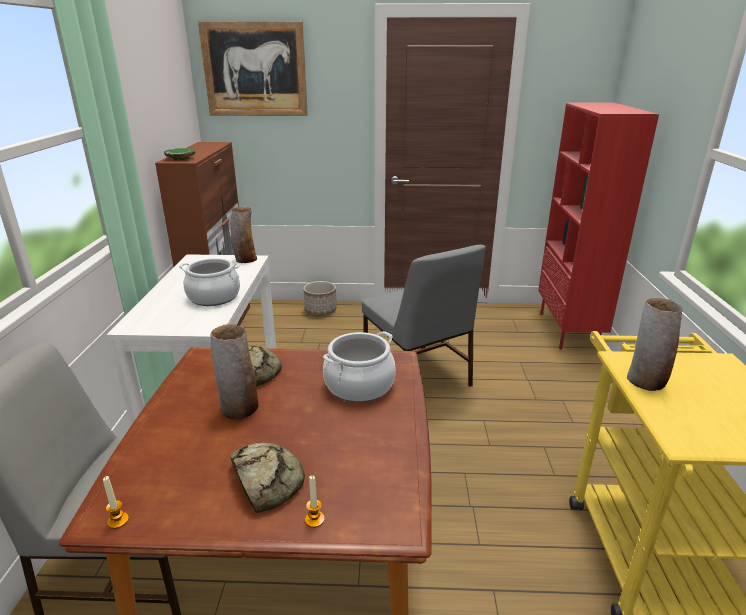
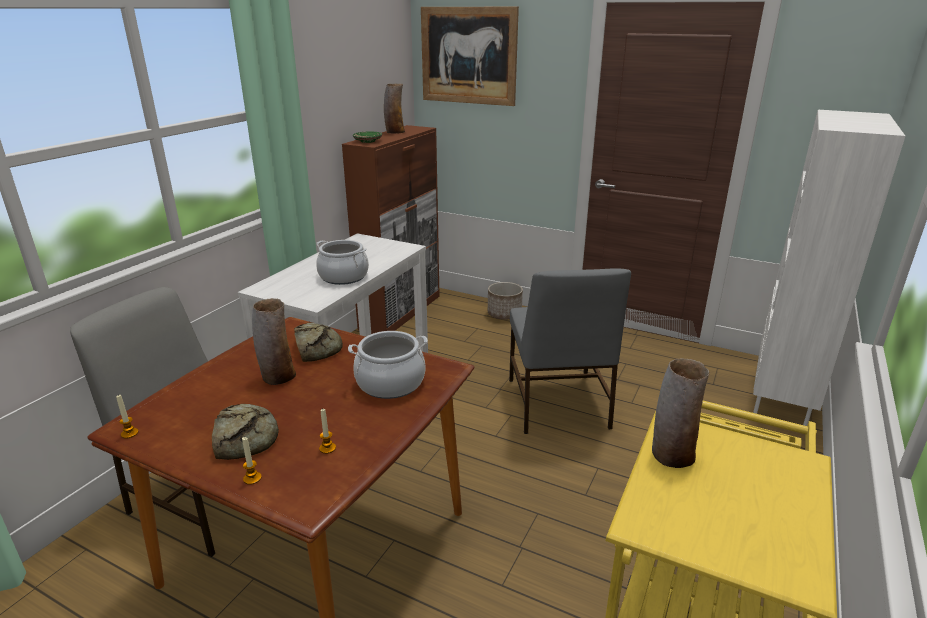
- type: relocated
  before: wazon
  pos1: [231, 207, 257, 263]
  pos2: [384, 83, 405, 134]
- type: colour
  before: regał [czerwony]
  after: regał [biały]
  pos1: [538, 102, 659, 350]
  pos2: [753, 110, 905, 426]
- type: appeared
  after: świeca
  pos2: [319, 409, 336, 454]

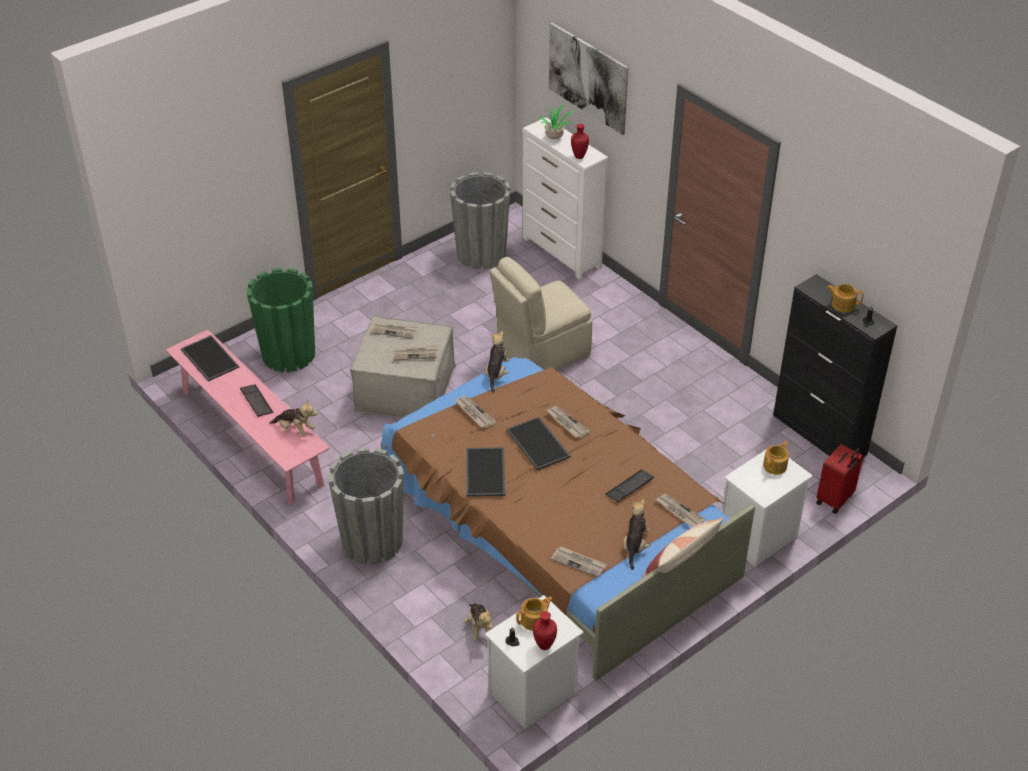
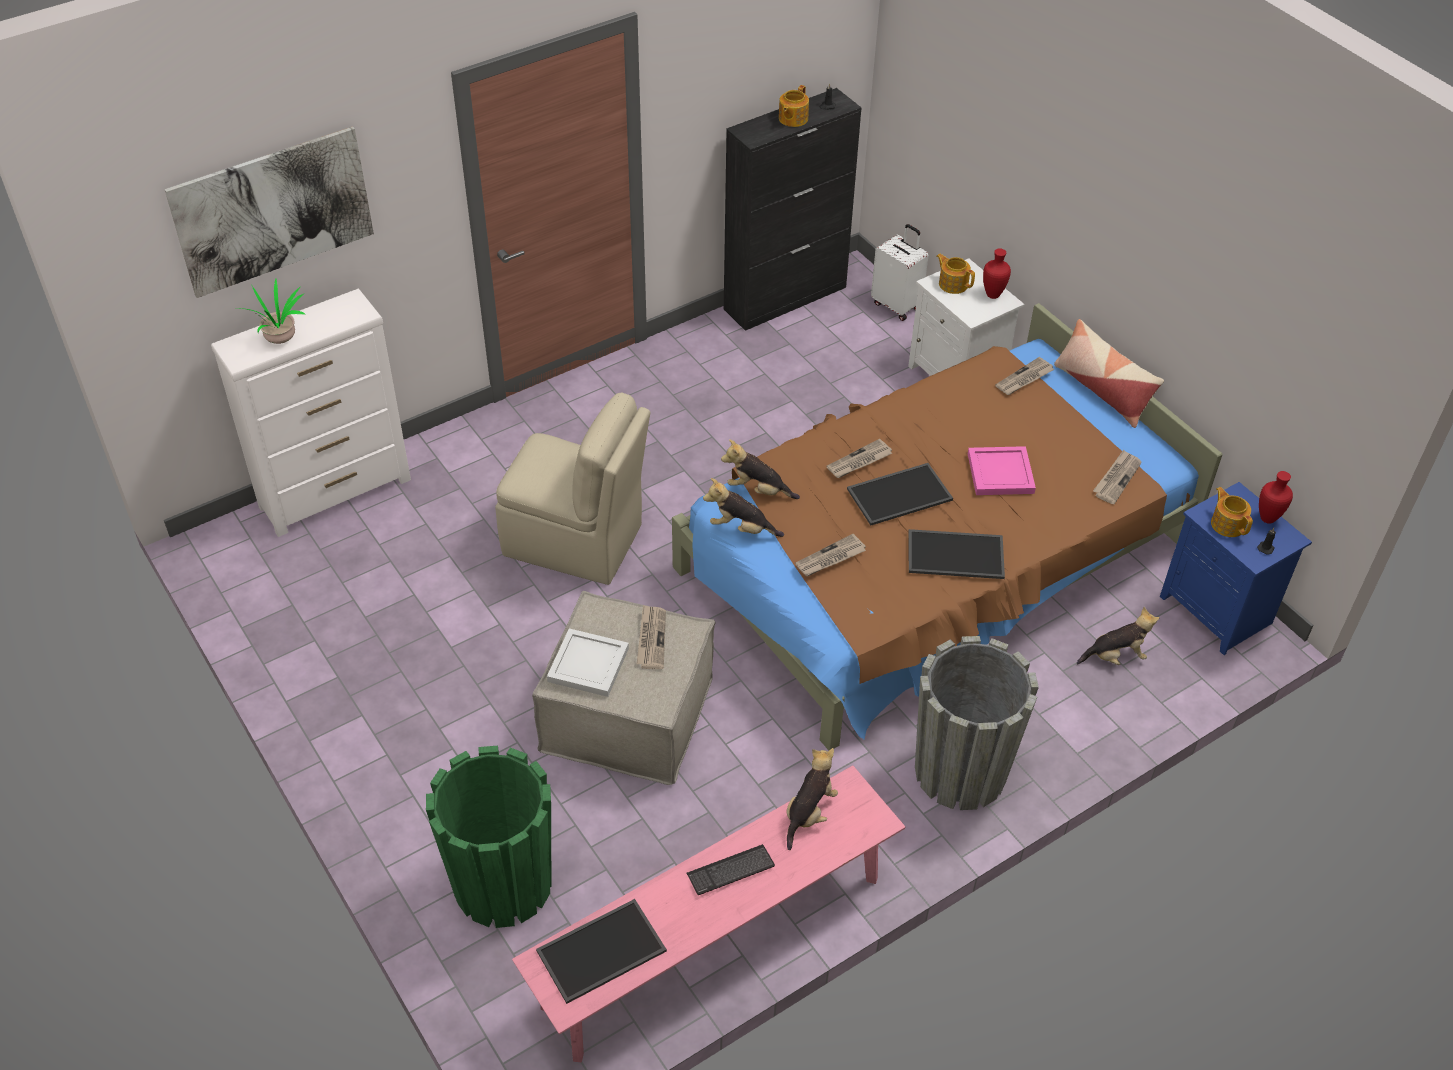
- type: exchanged
  before: gazeta
  after: taca [biały]
  pos1: [370, 322, 417, 338]
  pos2: [547, 628, 629, 697]
- type: missing
  before: donica [szary]
  pos1: [450, 172, 511, 270]
- type: colour
  before: szafka nocna [biały]
  after: szafka nocna [niebieski]
  pos1: [485, 595, 584, 729]
  pos2: [1160, 482, 1312, 655]
- type: spun
  before: krzesło [beżowy]
  pos1: [490, 257, 592, 370]
  pos2: [495, 392, 650, 585]
  turn: -45
- type: relocated
  before: wazon [czerwony]
  pos1: [571, 124, 589, 159]
  pos2: [983, 248, 1011, 299]
- type: missing
  before: klawiatura
  pos1: [605, 469, 654, 502]
- type: relocated
  before: pluszak
  pos1: [623, 499, 650, 570]
  pos2: [721, 439, 800, 499]
- type: colour
  before: walizka [czerwony]
  after: walizka [biały]
  pos1: [816, 444, 864, 514]
  pos2: [871, 224, 929, 321]
- type: appeared
  after: taca [różowy]
  pos2: [968, 446, 1036, 495]

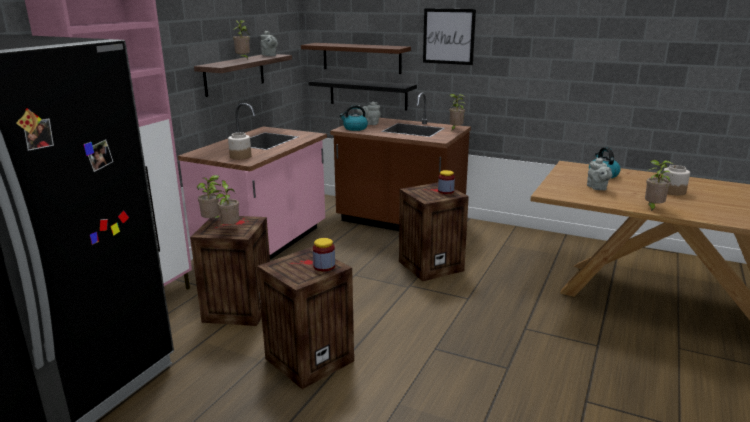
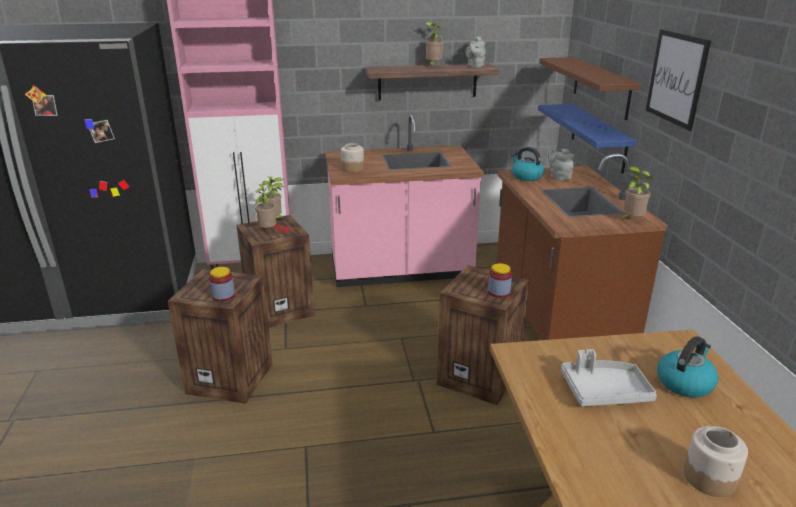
- type: colour
  before: półka [czarny]
  after: półka [niebieski]
  pos1: [308, 78, 417, 110]
  pos2: [538, 104, 637, 174]
- type: exchanged
  before: imbryk [szary]
  after: taca [szary]
  pos1: [587, 157, 612, 190]
  pos2: [561, 349, 657, 406]
- type: missing
  before: roślina doniczkowa
  pos1: [645, 160, 673, 212]

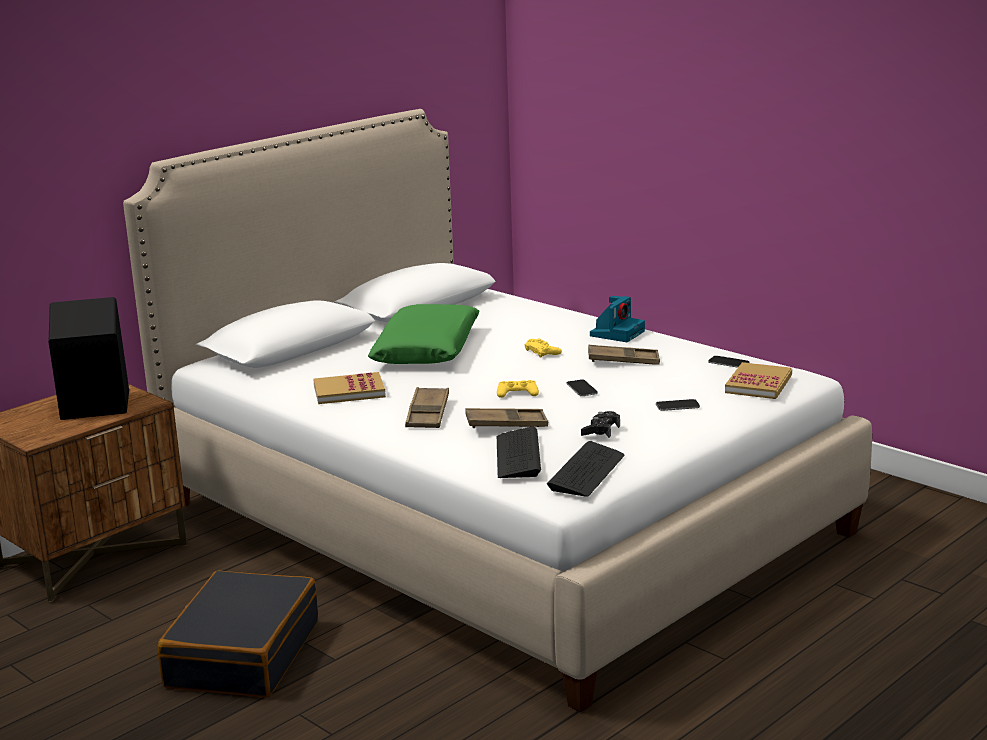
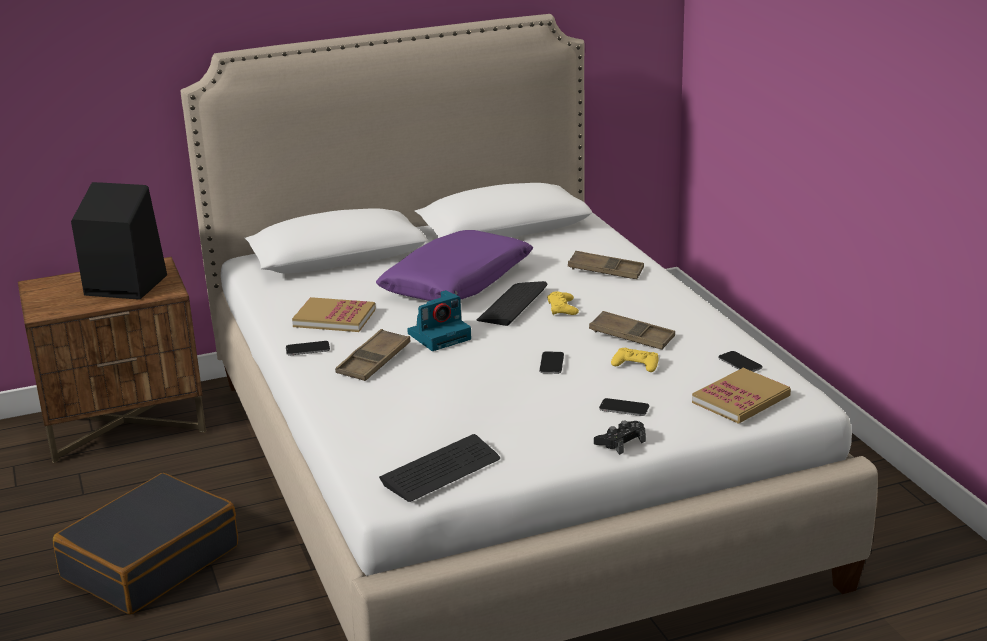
- type: colour
  before: poduszka [zielony]
  after: poduszka [fioletowy]
  pos1: [368, 304, 480, 364]
  pos2: [376, 230, 533, 301]
- type: relocated
  before: taca [brązowy]
  pos1: [465, 408, 548, 428]
  pos2: [568, 251, 644, 279]
- type: relocated
  before: pad do gier [żółty]
  pos1: [497, 380, 539, 398]
  pos2: [611, 348, 659, 372]
- type: relocated
  before: klawiatura
  pos1: [497, 426, 541, 478]
  pos2: [476, 281, 548, 326]
- type: relocated
  before: pad do gier [czarny]
  pos1: [581, 411, 620, 438]
  pos2: [594, 421, 646, 455]
- type: relocated
  before: aparat fotograficzny
  pos1: [590, 296, 645, 342]
  pos2: [407, 290, 471, 351]
- type: appeared
  after: telefon
  pos2: [286, 341, 330, 355]

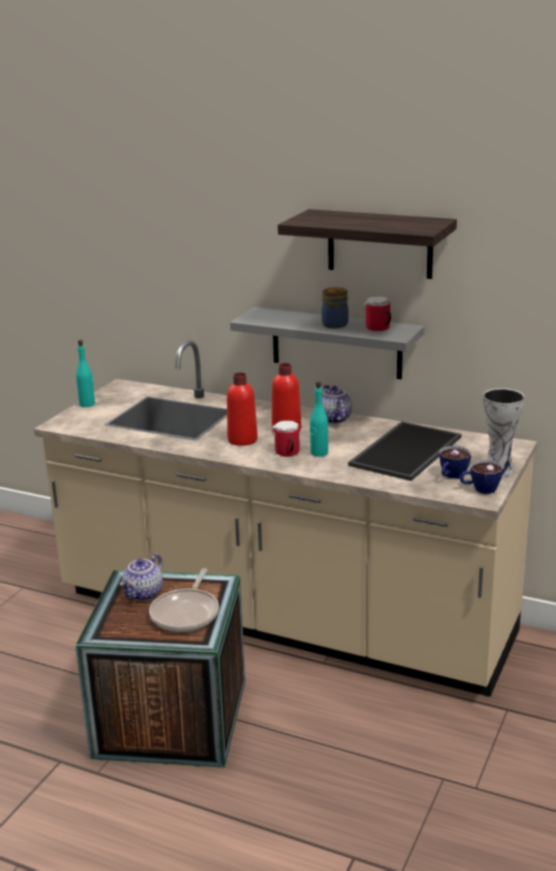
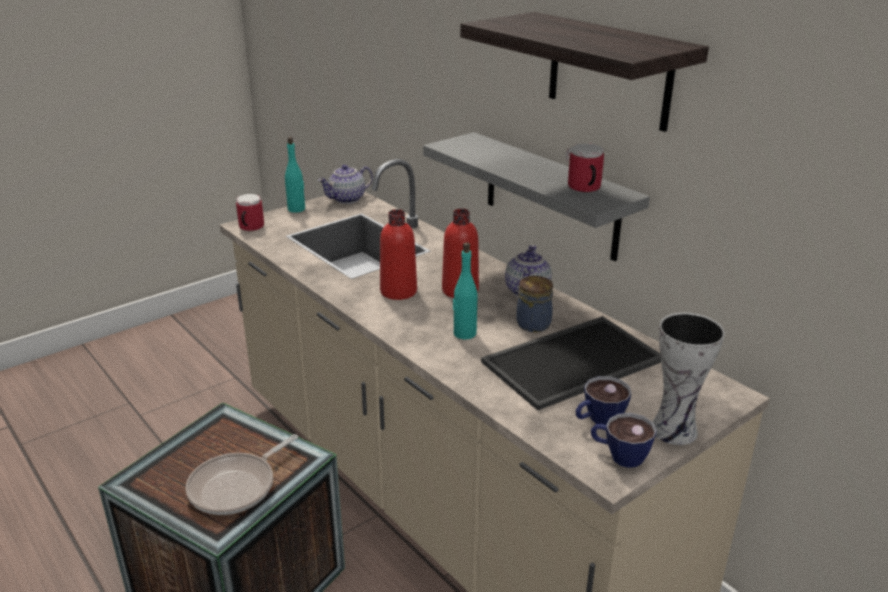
- type: relocated
  before: imbryk
  pos1: [120, 553, 163, 601]
  pos2: [318, 164, 373, 204]
- type: relocated
  before: kubek
  pos1: [271, 421, 299, 456]
  pos2: [236, 194, 264, 231]
- type: relocated
  before: słoik
  pos1: [322, 287, 349, 328]
  pos2: [516, 276, 553, 332]

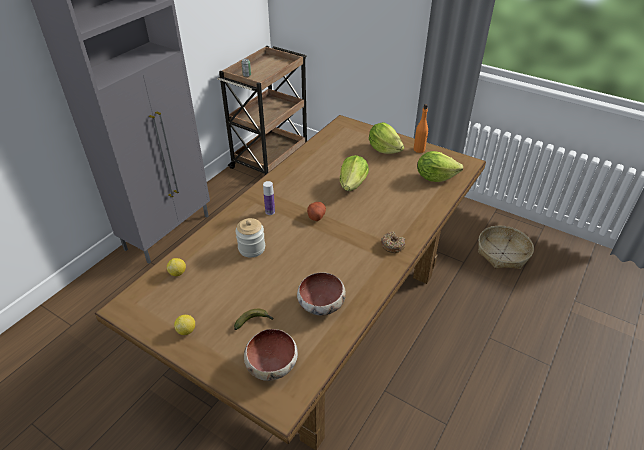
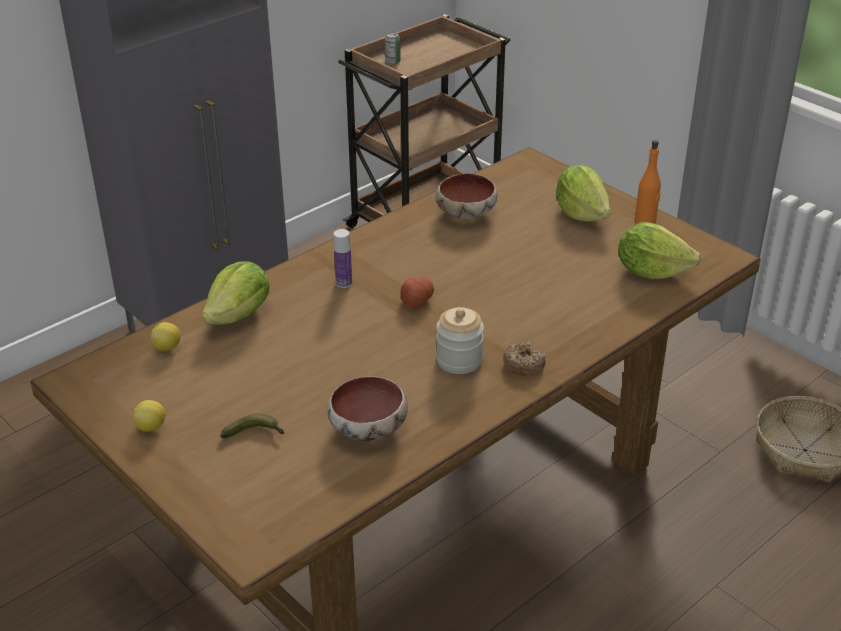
- type: relocated
  before: słoik
  pos1: [235, 218, 265, 258]
  pos2: [436, 307, 484, 374]
- type: relocated
  before: miska
  pos1: [244, 329, 298, 381]
  pos2: [436, 173, 497, 219]
- type: relocated
  before: sałata
  pos1: [340, 155, 369, 191]
  pos2: [202, 261, 270, 325]

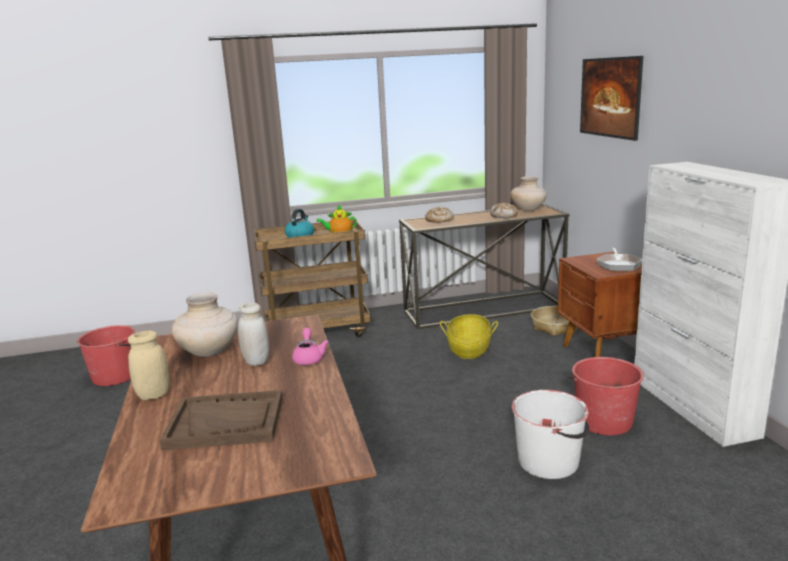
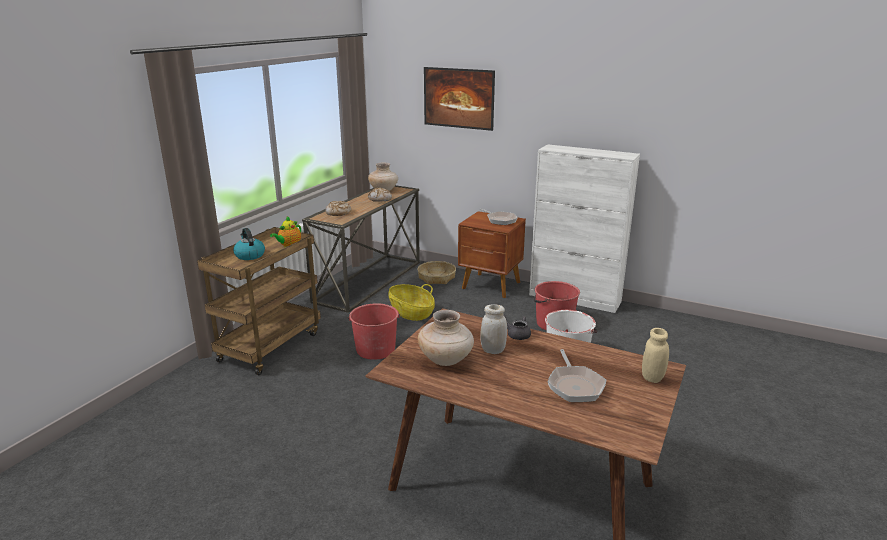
- type: relocated
  before: wiadro [czerwony]
  pos1: [77, 325, 135, 386]
  pos2: [348, 303, 400, 360]
- type: relocated
  before: słoik [beżowy]
  pos1: [128, 331, 170, 400]
  pos2: [642, 328, 669, 383]
- type: exchanged
  before: taca [brązowy]
  after: patelnia
  pos1: [159, 390, 283, 450]
  pos2: [548, 349, 606, 402]
- type: colour
  before: imbryk [różowy]
  after: imbryk [szary]
  pos1: [292, 328, 329, 365]
  pos2: [503, 314, 531, 340]

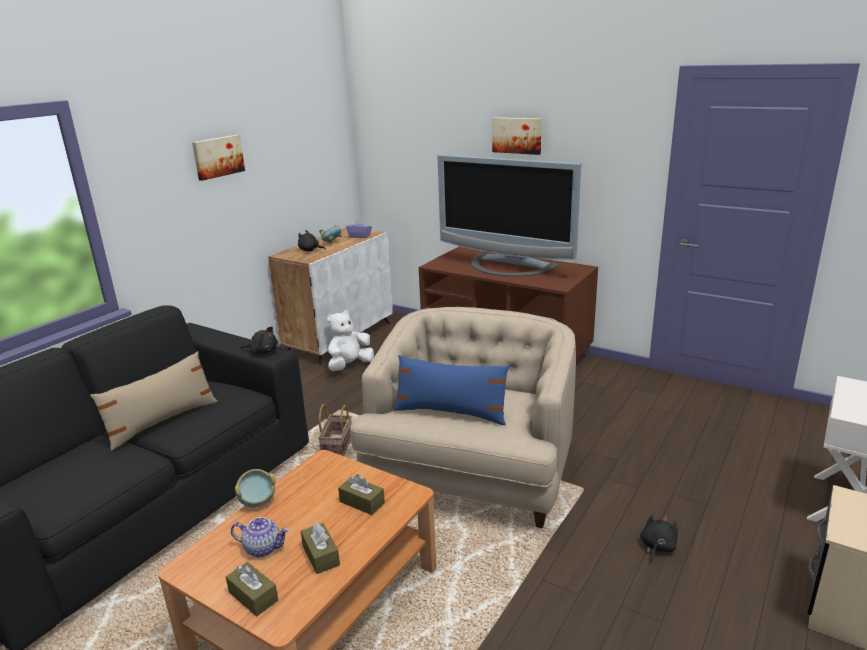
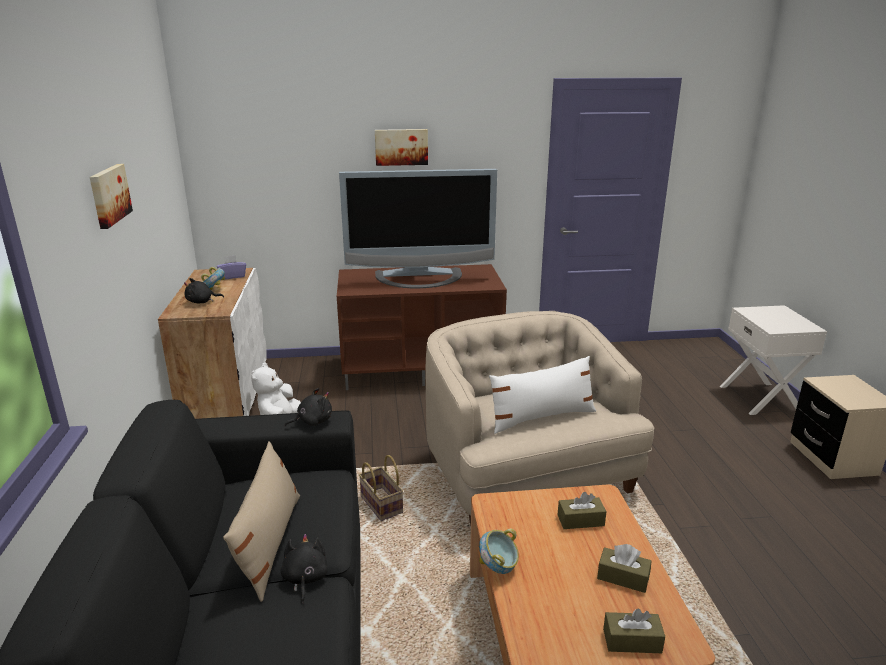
- type: missing
  before: imbryk
  pos1: [231, 517, 289, 557]
- type: colour
  before: poduszka [niebieski]
  after: poduszka [biały]
  pos1: [393, 355, 510, 425]
  pos2: [489, 356, 596, 434]
- type: relocated
  before: pluszak [czarny]
  pos1: [640, 514, 678, 563]
  pos2: [280, 534, 328, 604]

